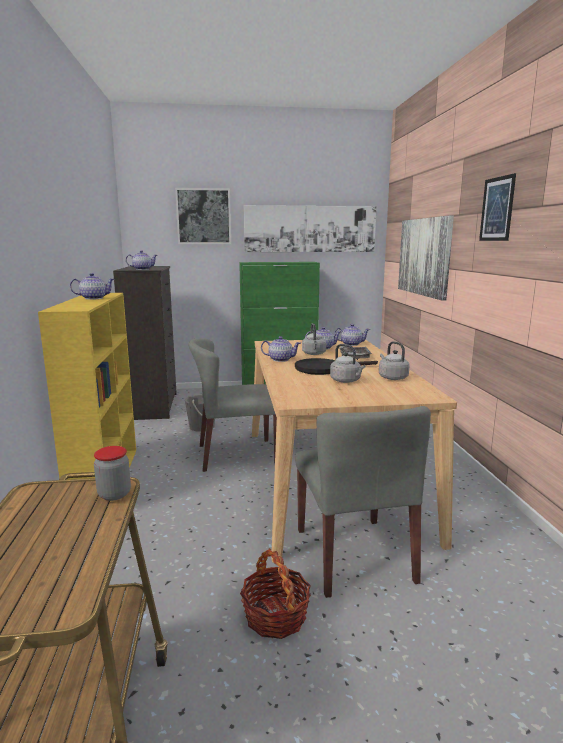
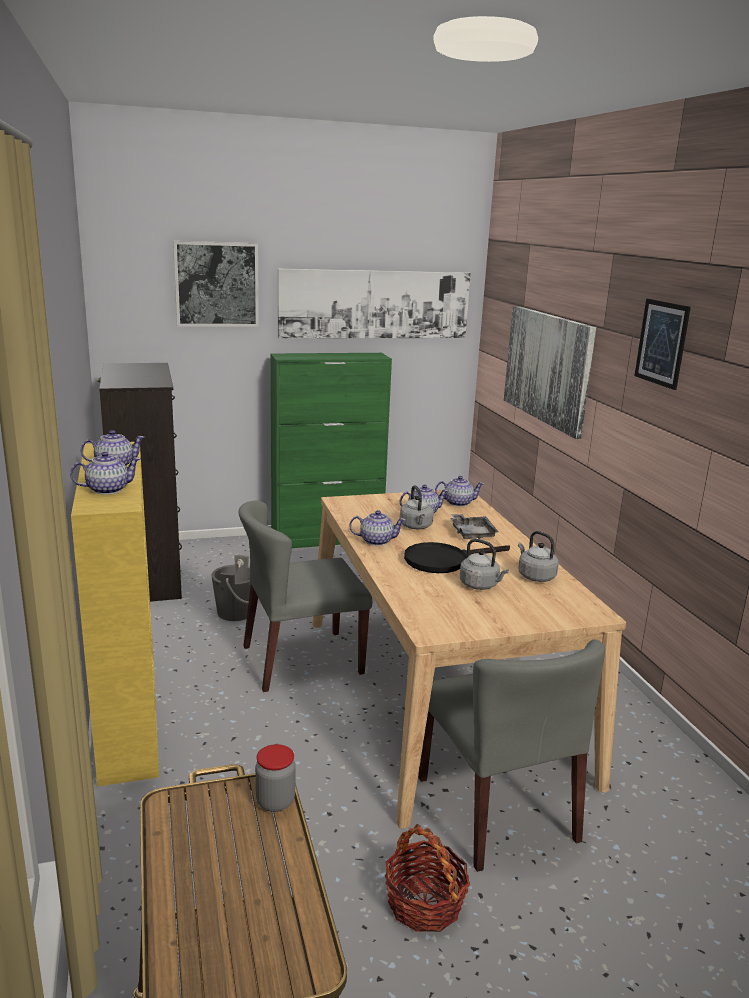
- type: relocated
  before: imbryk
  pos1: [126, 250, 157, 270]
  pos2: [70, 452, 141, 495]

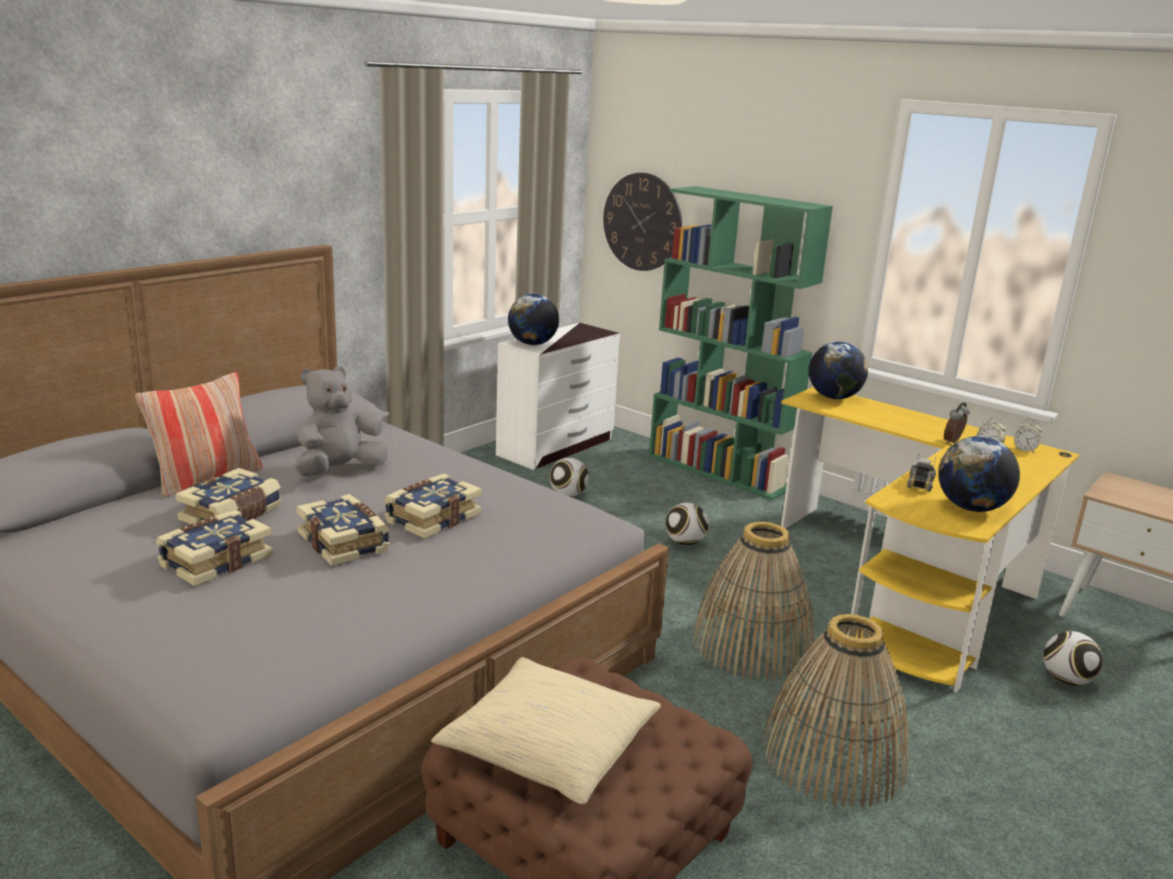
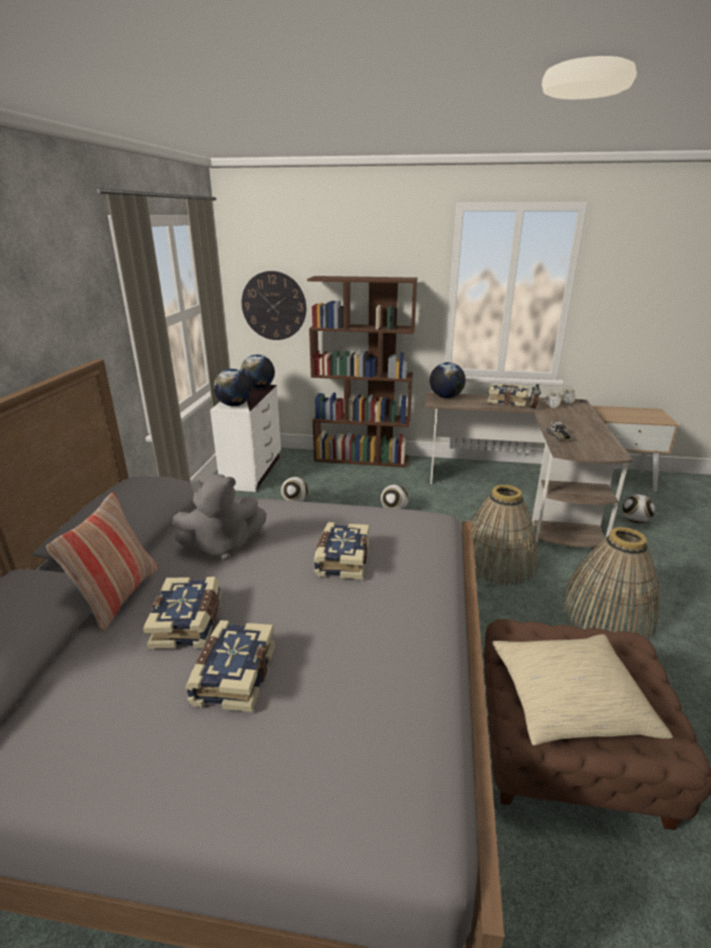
- type: spun
  before: pluszak [szary]
  pos1: [295, 366, 388, 476]
  pos2: [172, 474, 267, 561]
  turn: -120
- type: relocated
  before: książka
  pos1: [296, 494, 390, 566]
  pos2: [487, 383, 529, 407]
- type: colour
  before: regał [zielony]
  after: regał [brązowy]
  pos1: [649, 186, 833, 500]
  pos2: [307, 276, 417, 468]
- type: colour
  before: biurko [żółty]
  after: biurko [brązowy]
  pos1: [781, 387, 1079, 692]
  pos2: [424, 392, 632, 547]
- type: relocated
  before: globus
  pos1: [938, 436, 1020, 512]
  pos2: [240, 354, 275, 389]

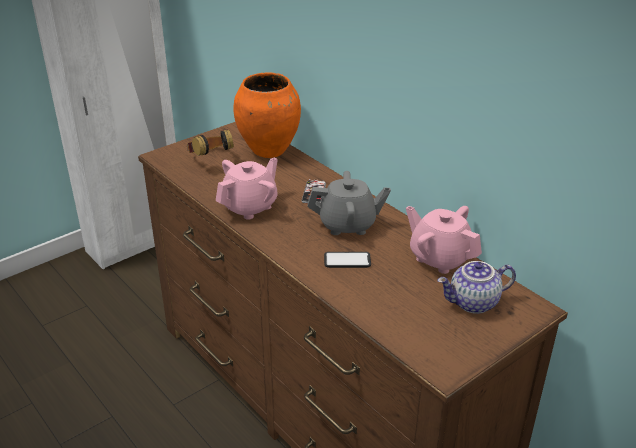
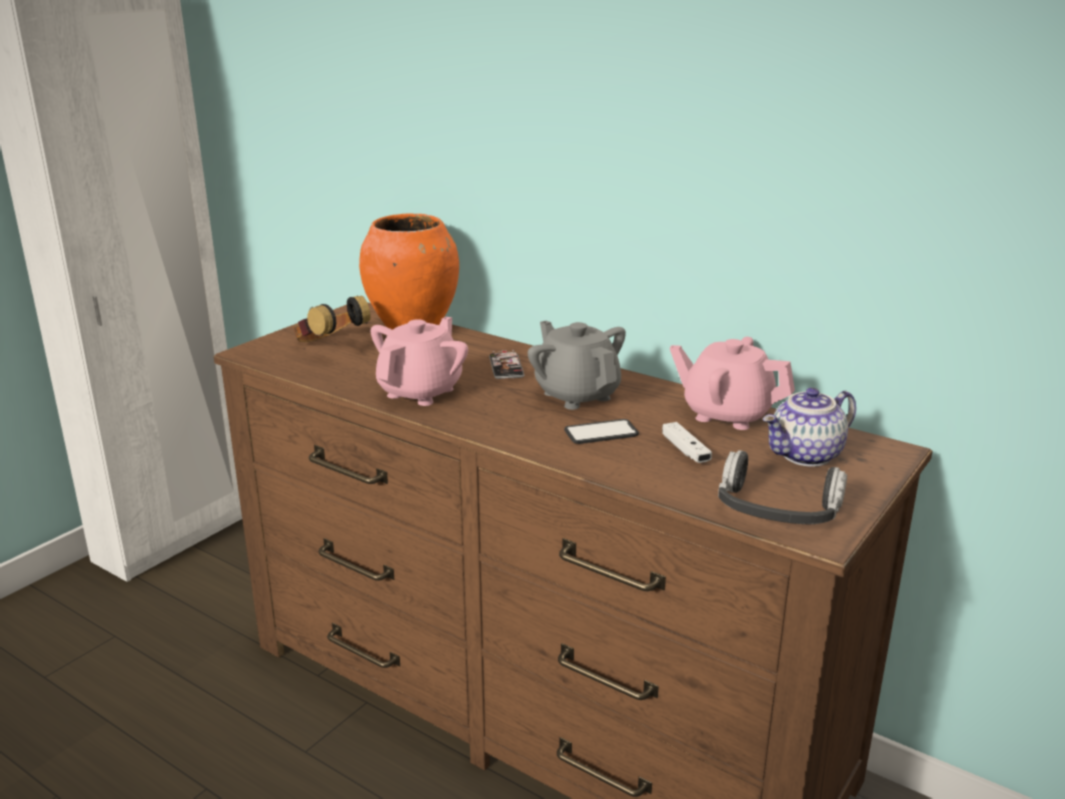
- type: spun
  before: imbryk [szary]
  pos1: [308, 171, 391, 235]
  pos2: [528, 321, 626, 410]
  turn: -105
- type: appeared
  after: pad do gier [biały]
  pos2: [662, 422, 712, 463]
- type: appeared
  after: słuchawki
  pos2: [718, 450, 847, 524]

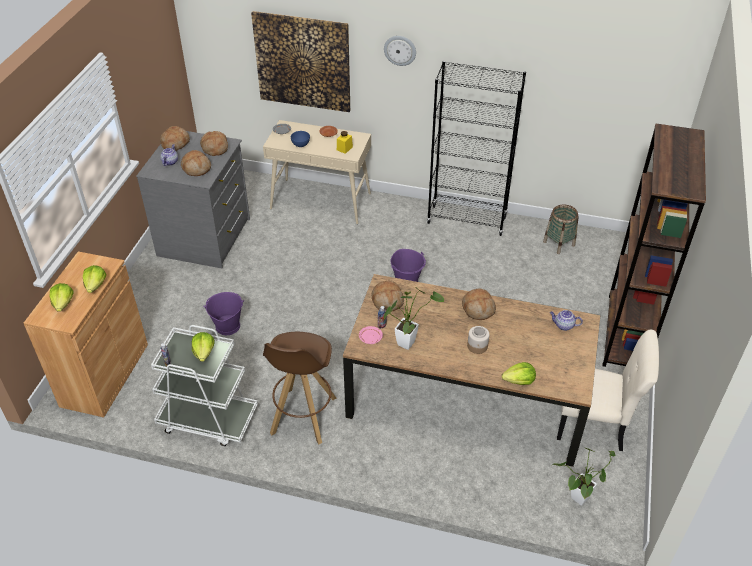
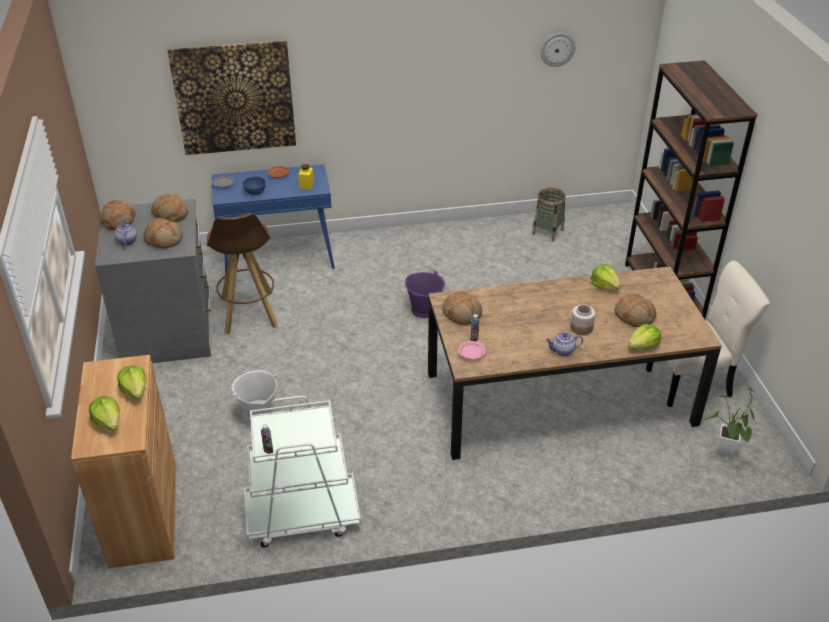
- type: relocated
  before: sałata
  pos1: [192, 332, 215, 362]
  pos2: [591, 265, 621, 290]
- type: colour
  before: wiadro [fioletowy]
  after: wiadro [biały]
  pos1: [203, 292, 244, 335]
  pos2: [231, 370, 277, 423]
- type: colour
  before: stolik konsolowy [beżowy]
  after: stolik konsolowy [niebieski]
  pos1: [263, 120, 371, 224]
  pos2: [212, 164, 335, 275]
- type: relocated
  before: stołek [brązowy]
  pos1: [263, 332, 336, 444]
  pos2: [207, 213, 278, 335]
- type: missing
  before: roślina doniczkowa
  pos1: [383, 288, 444, 350]
- type: relocated
  before: zegar ścienny
  pos1: [384, 36, 416, 66]
  pos2: [540, 33, 575, 67]
- type: missing
  before: regał [czarny]
  pos1: [427, 61, 526, 236]
- type: relocated
  before: chleb
  pos1: [462, 288, 496, 320]
  pos2: [615, 293, 656, 327]
- type: relocated
  before: imbryk
  pos1: [550, 310, 583, 331]
  pos2: [546, 332, 583, 356]

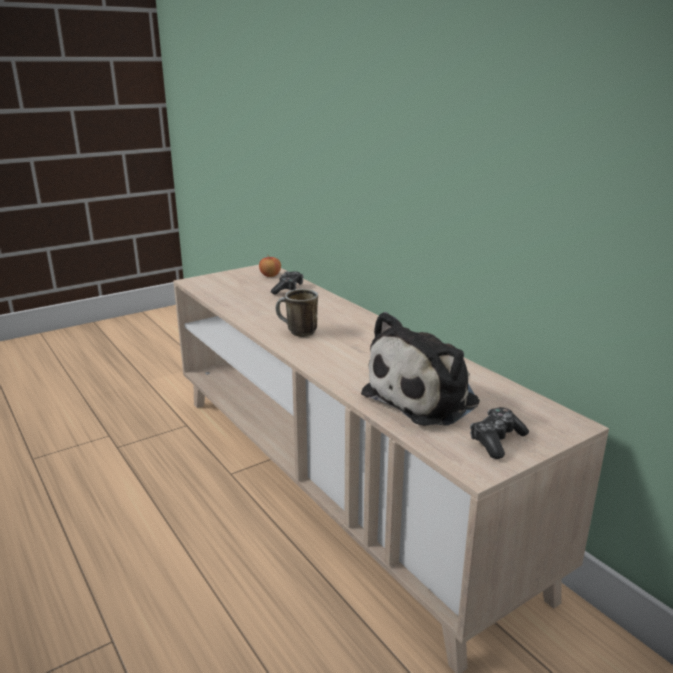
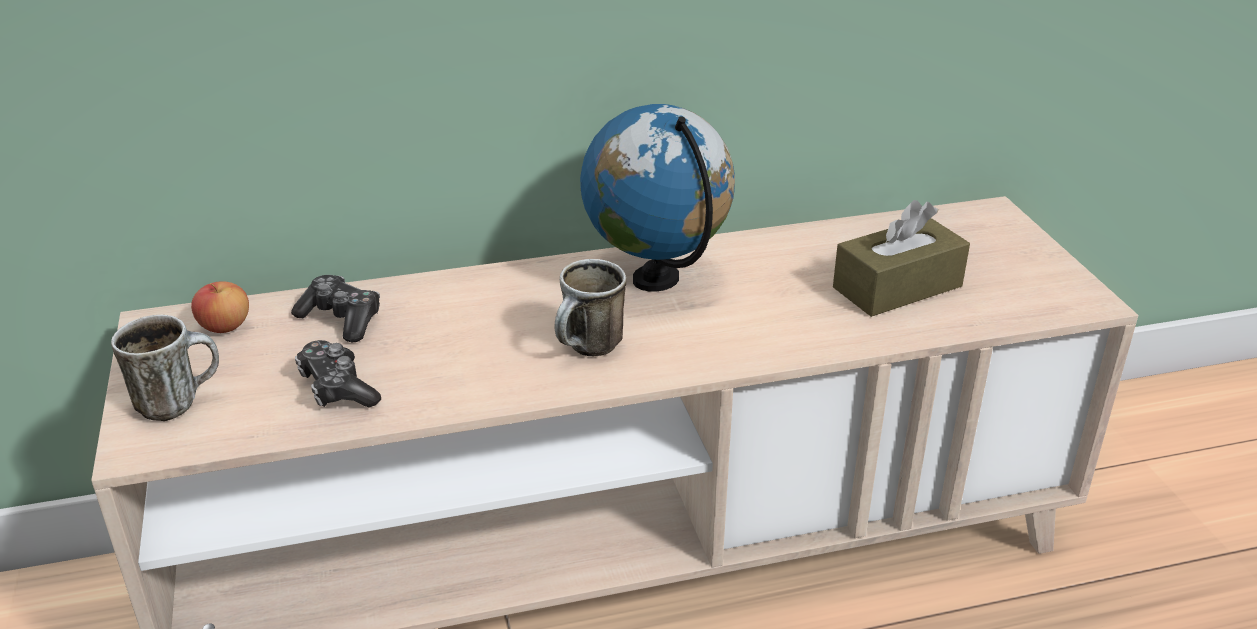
- type: exchanged
  before: pluszak
  after: pudełko chusteczek [brązowy]
  pos1: [361, 312, 480, 426]
  pos2: [833, 200, 970, 317]
- type: relocated
  before: pad do gier
  pos1: [470, 407, 529, 459]
  pos2: [295, 340, 381, 408]
- type: appeared
  after: kubek
  pos2: [111, 315, 219, 421]
- type: appeared
  after: globus
  pos2: [580, 104, 735, 292]

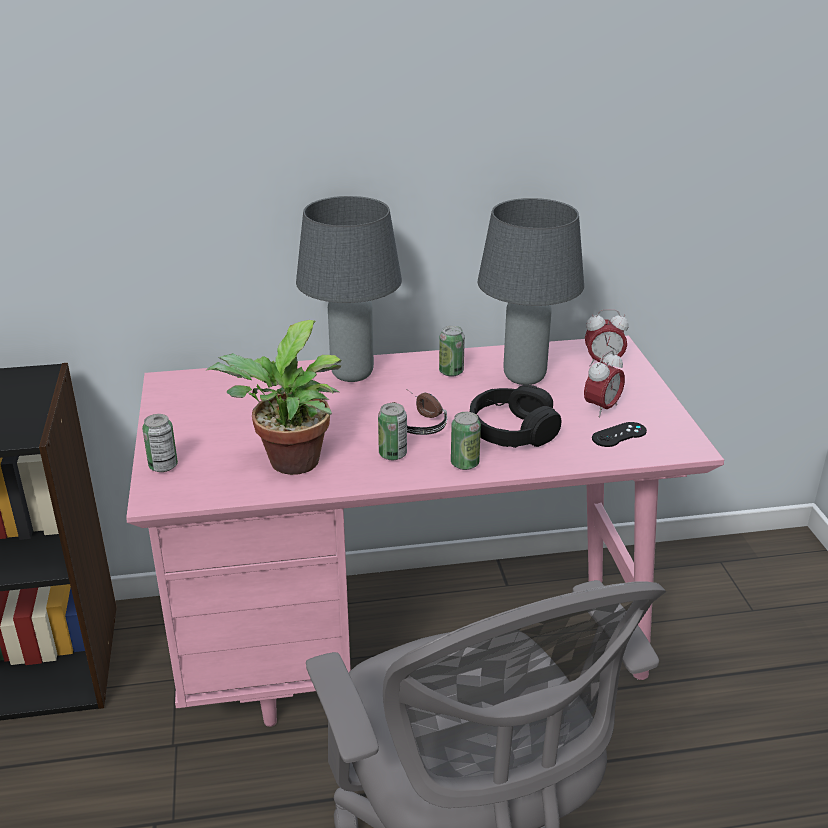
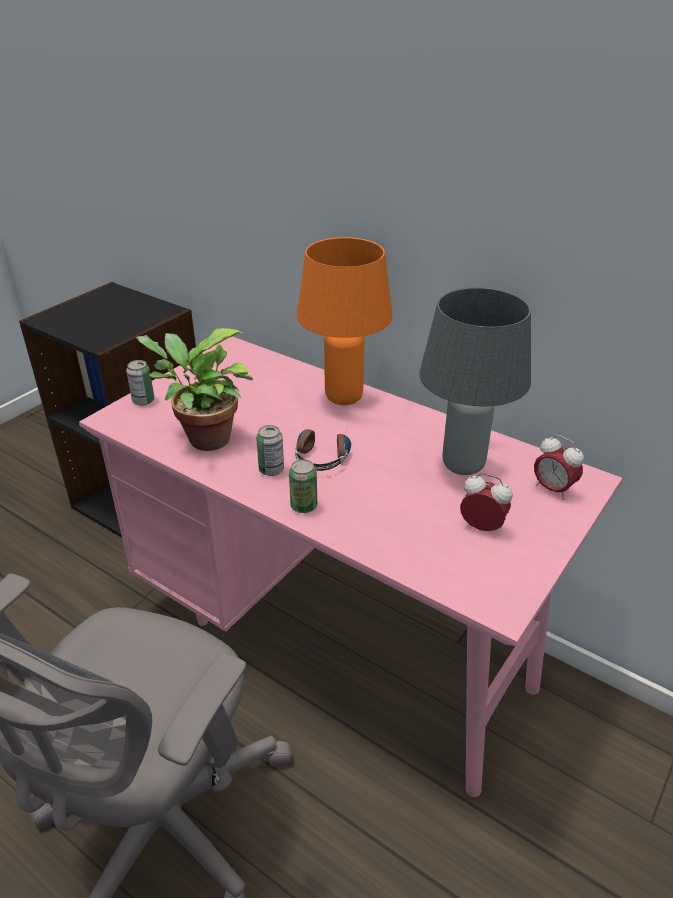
- type: colour
  before: lampa stołowa [szary]
  after: lampa stołowa [pomarańczowy]
  pos1: [296, 196, 402, 382]
  pos2: [297, 237, 392, 405]
- type: missing
  before: puszka
  pos1: [439, 326, 465, 377]
- type: missing
  before: słuchawki [czarny]
  pos1: [470, 385, 561, 448]
- type: spun
  before: budzik
  pos1: [584, 350, 625, 418]
  pos2: [460, 473, 512, 531]
  turn: -150
- type: missing
  before: pad do gier [czarny]
  pos1: [592, 422, 647, 447]

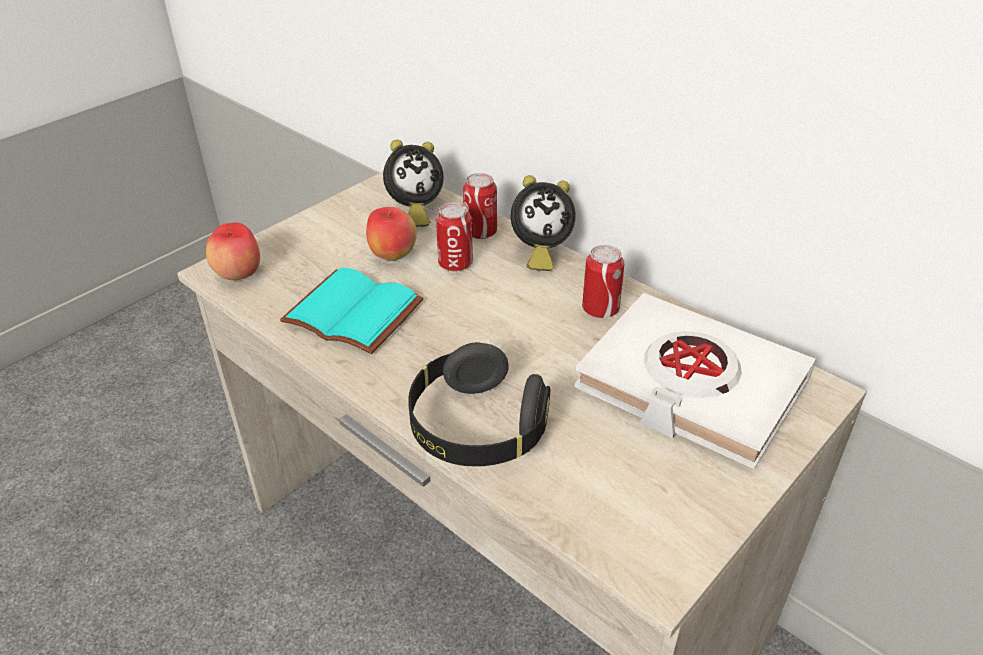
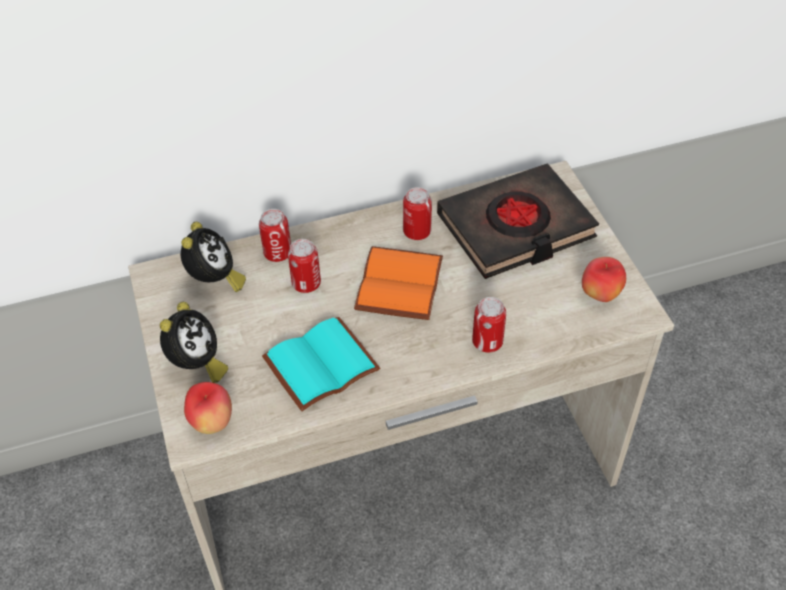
- type: relocated
  before: jabłko
  pos1: [366, 207, 417, 261]
  pos2: [582, 257, 626, 302]
- type: exchanged
  before: słuchawki [czarny]
  after: puszka
  pos1: [408, 342, 550, 466]
  pos2: [472, 297, 506, 353]
- type: relocated
  before: budzik
  pos1: [511, 175, 576, 271]
  pos2: [160, 302, 228, 383]
- type: colour
  before: książka [biały]
  after: książka [czarny]
  pos1: [574, 293, 816, 469]
  pos2: [437, 163, 599, 279]
- type: appeared
  after: książka [pomarańczowy]
  pos2: [354, 246, 443, 320]

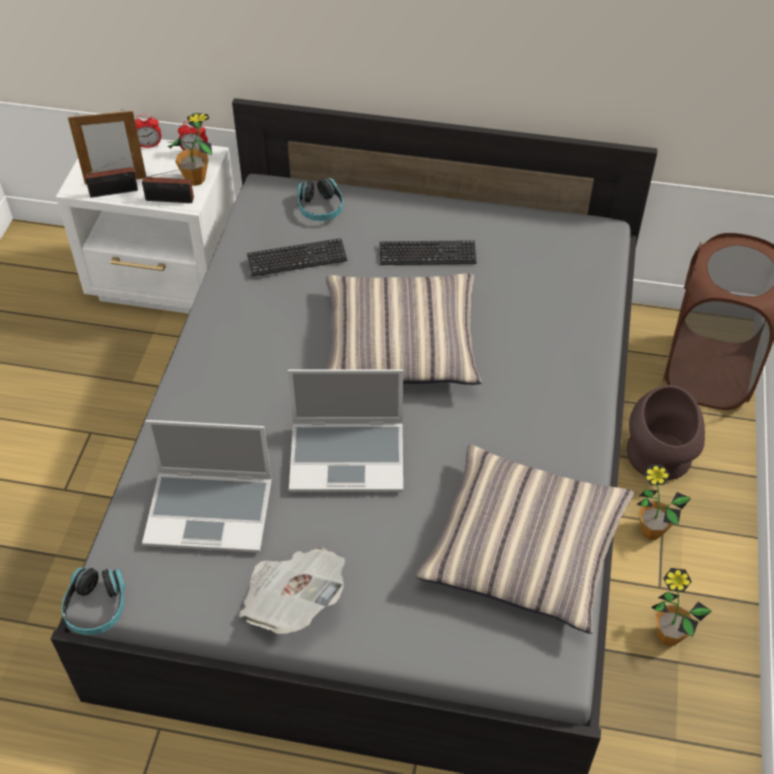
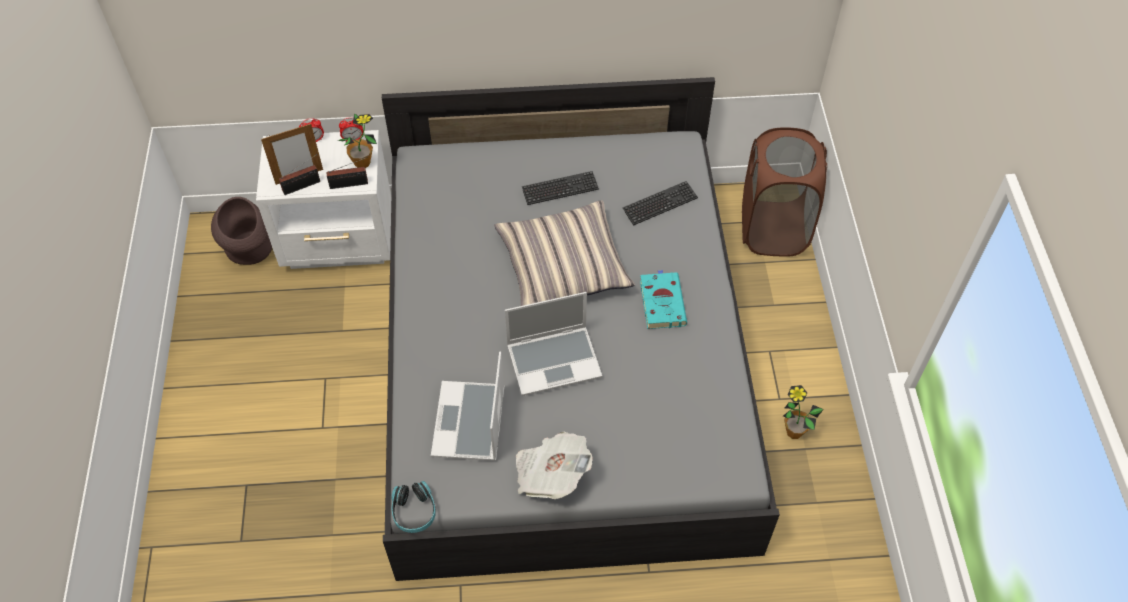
- type: spun
  before: laptop
  pos1: [142, 420, 272, 553]
  pos2: [431, 351, 505, 461]
  turn: 105
- type: relocated
  before: klawiatura
  pos1: [247, 238, 347, 276]
  pos2: [623, 181, 698, 225]
- type: missing
  before: słuchawki
  pos1: [297, 178, 343, 221]
- type: missing
  before: poduszka
  pos1: [416, 445, 634, 634]
- type: relocated
  before: wazon [brązowy]
  pos1: [627, 385, 705, 480]
  pos2: [211, 197, 272, 265]
- type: missing
  before: roślina doniczkowa
  pos1: [636, 464, 691, 540]
- type: appeared
  after: książka [turkusowy]
  pos2: [640, 270, 687, 329]

